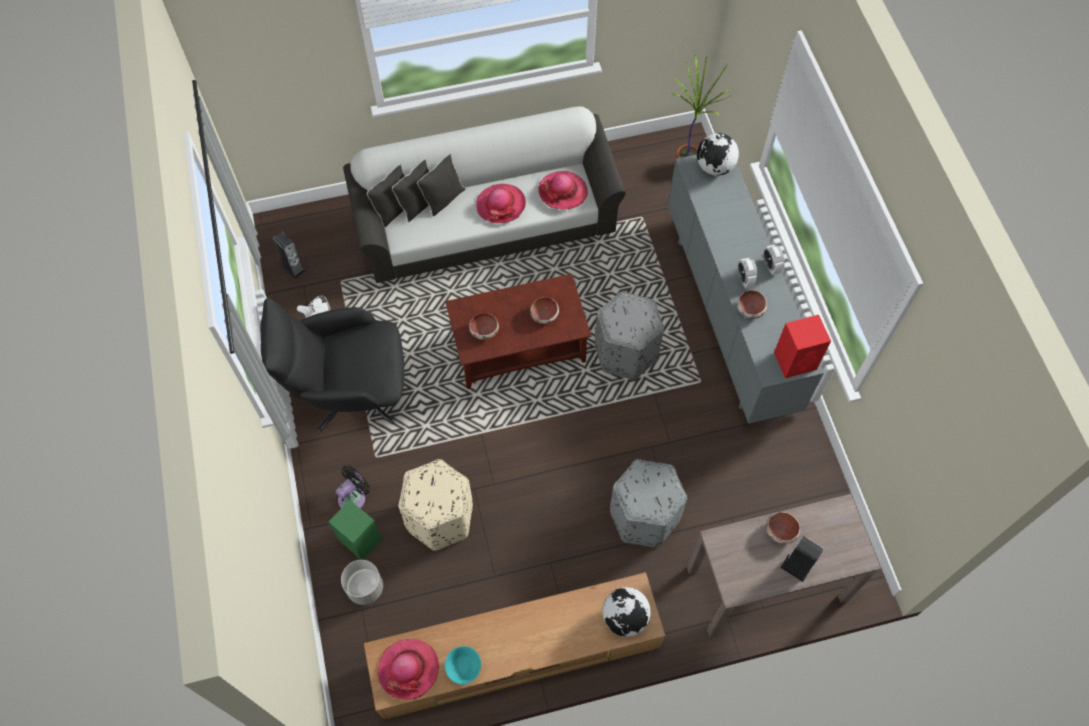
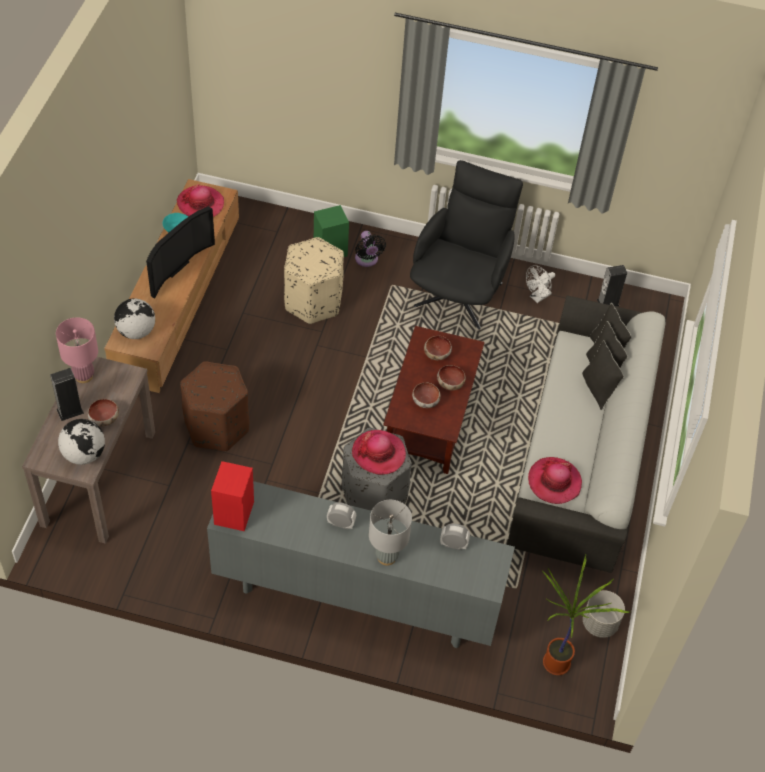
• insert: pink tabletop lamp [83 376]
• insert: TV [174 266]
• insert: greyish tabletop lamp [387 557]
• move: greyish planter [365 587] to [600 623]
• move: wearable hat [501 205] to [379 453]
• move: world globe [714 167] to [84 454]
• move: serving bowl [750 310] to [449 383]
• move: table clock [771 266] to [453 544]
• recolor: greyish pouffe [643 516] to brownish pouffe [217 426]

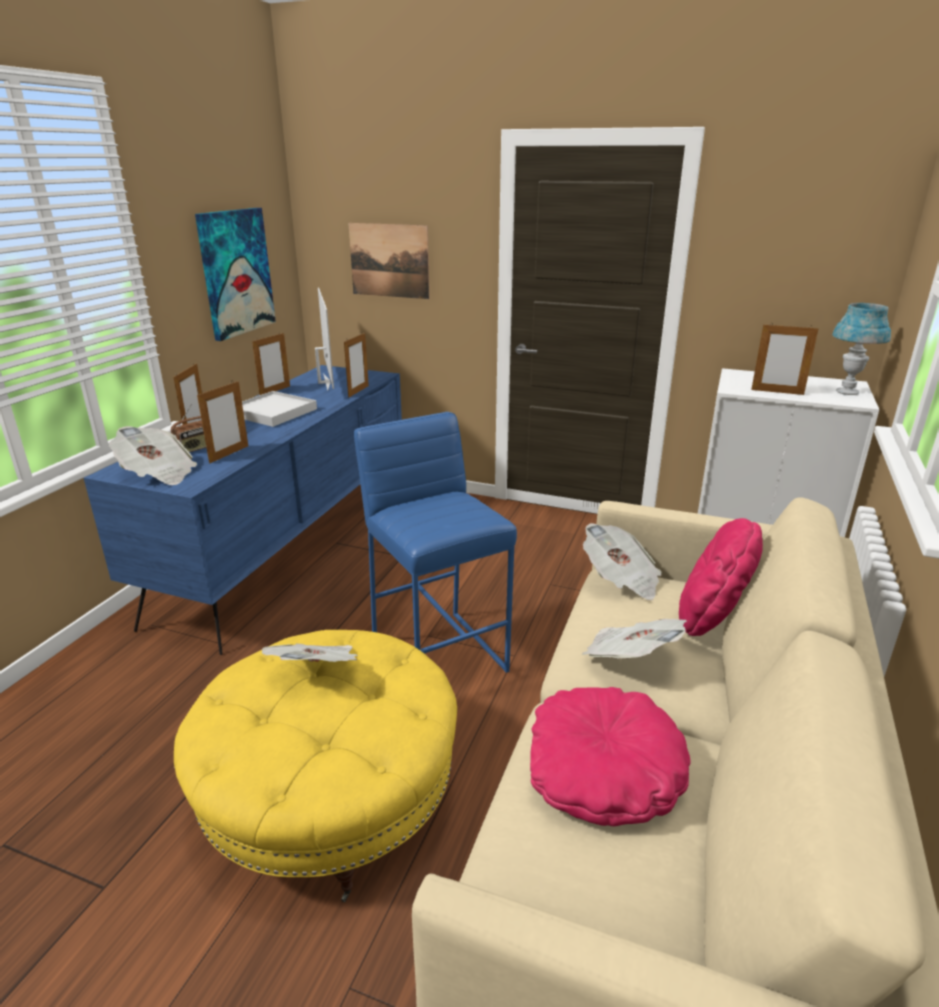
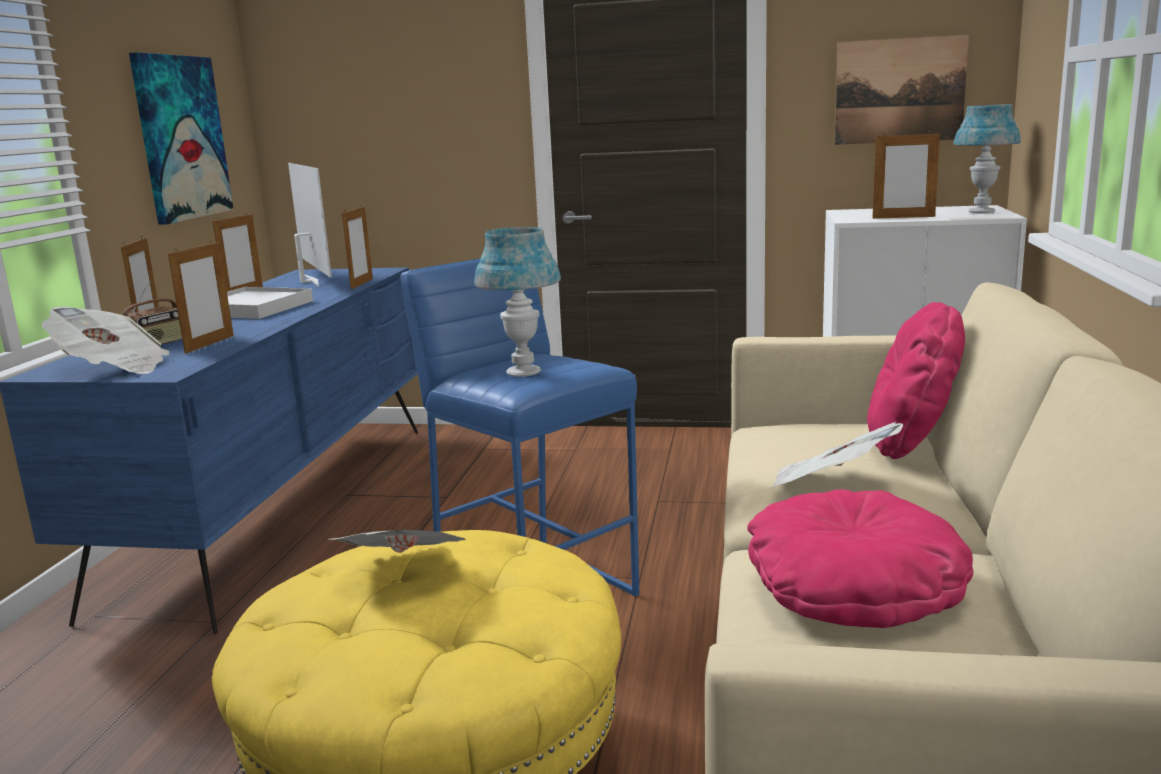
• delete: daily paper [621 580]
• insert: bluish tabletop lamp [523 372]
• move: wall picture [389 260] to [899 91]

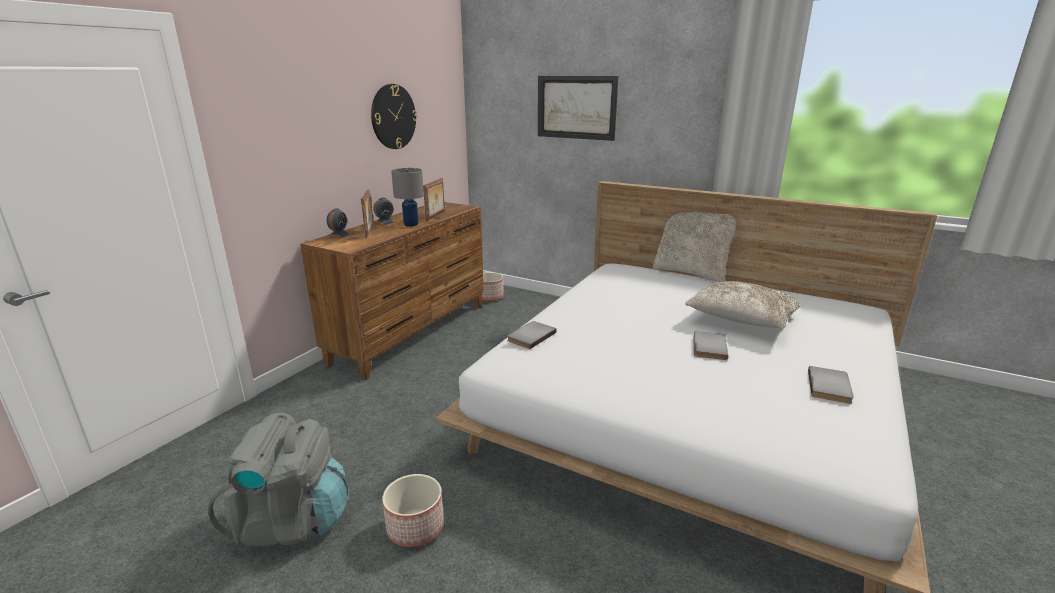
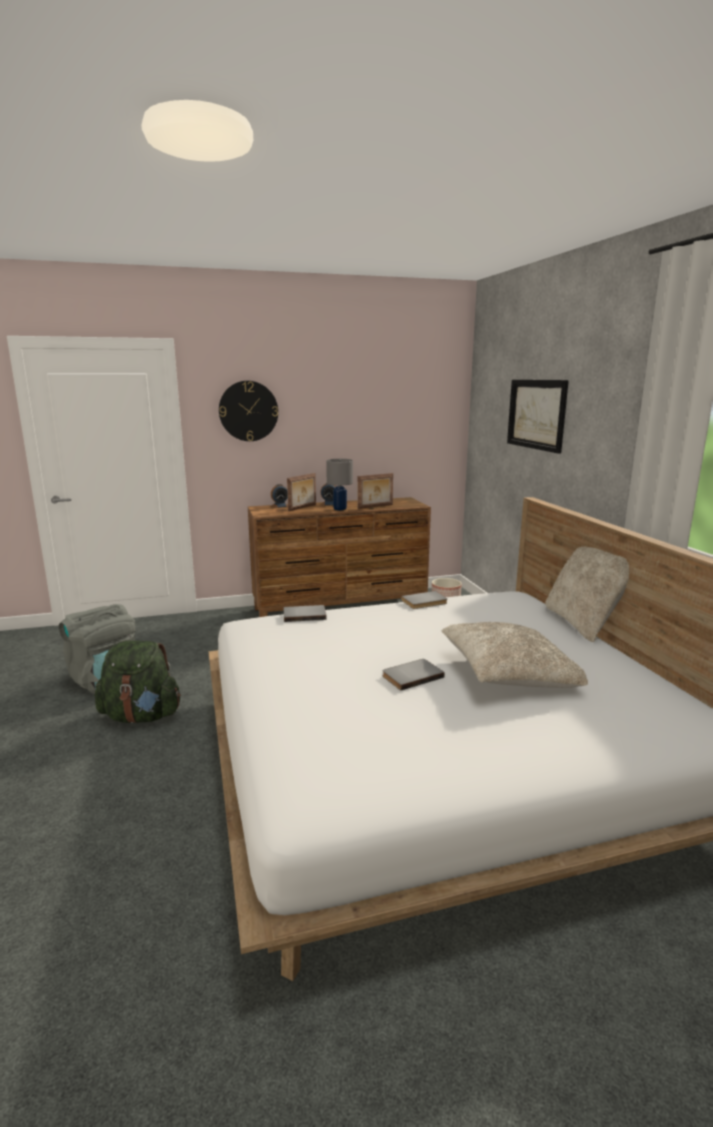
• move: clock on the wall [393 117] to [248 411]
• move: greyish book [831 387] to [425 602]
• replace: planter [415 527] to green knapsack [142 716]

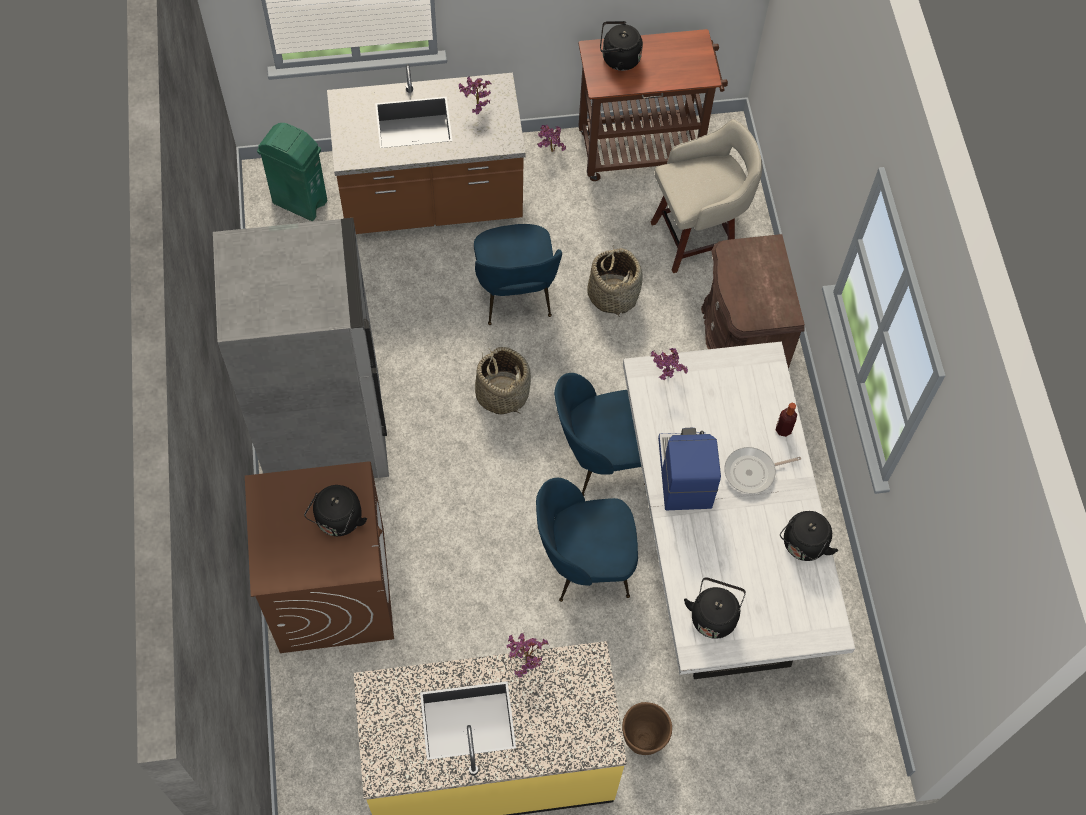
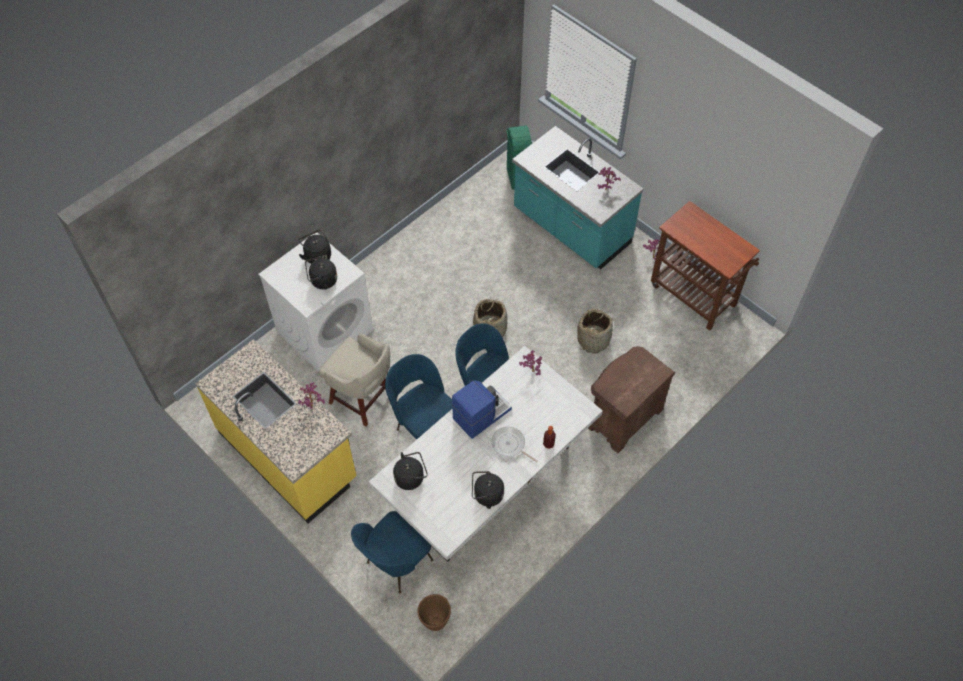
• delete: greyish kitchen fridge [325 433]
• move: bluish chair [515 300] to [395 565]
• move: black kettle [618 59] to [317 255]
• move: brownish planter [643 741] to [435 621]
• move: beige-coloured stool [697 238] to [363 400]
• recolor: brownish washing machine [332 589] to whitish washing machine [325 330]
• recolor: brownish kitchen base unit [431 201] to turquoise-coloured kitchen base unit [571 228]

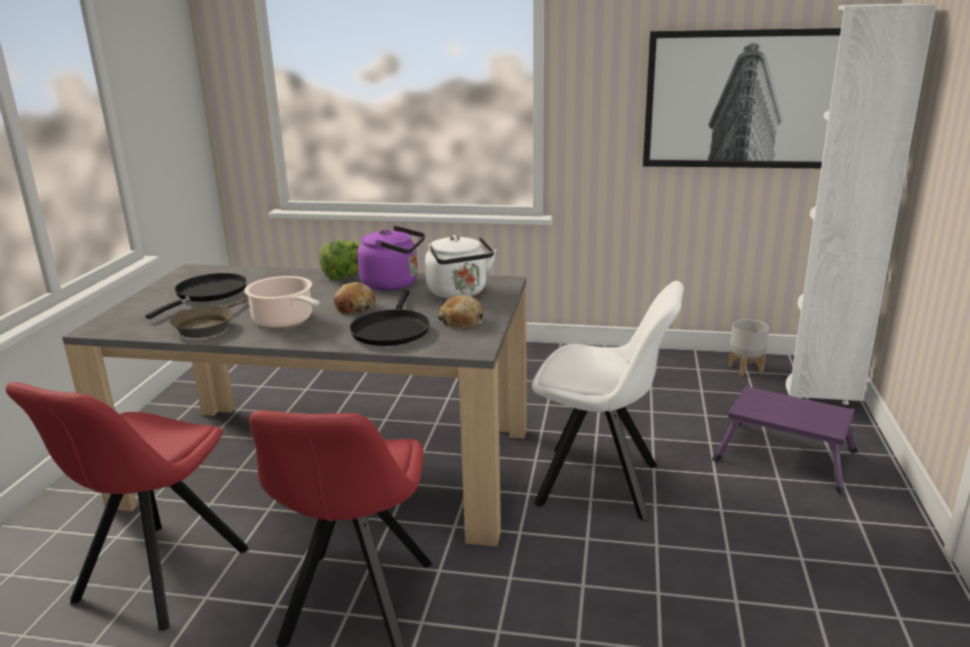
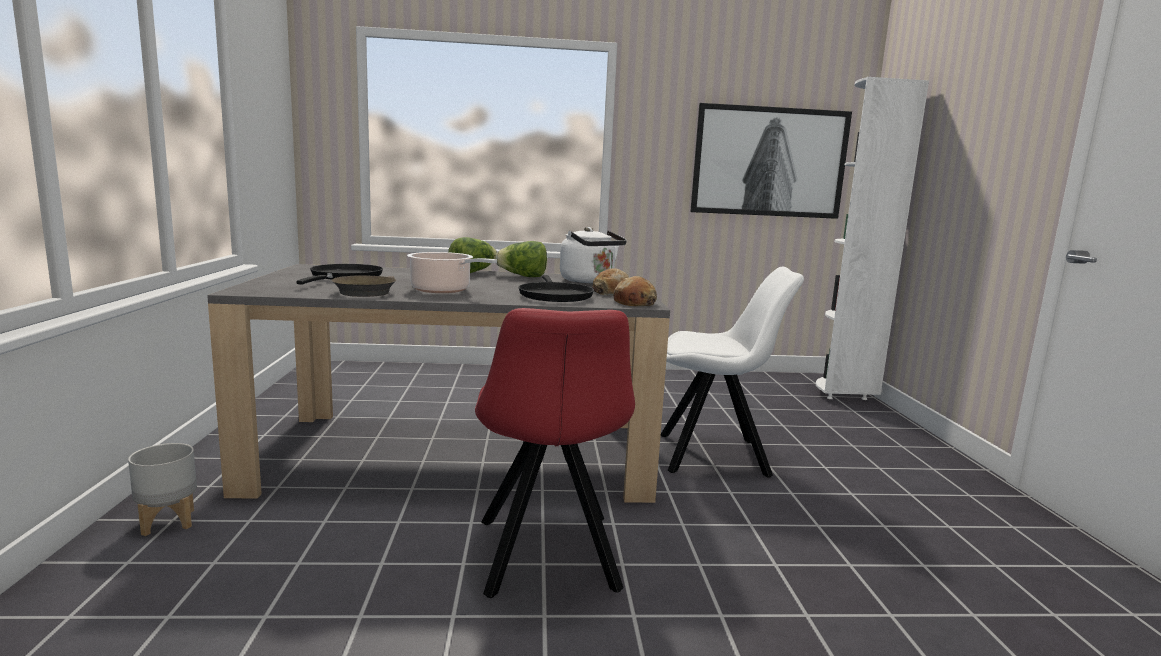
• delete: red chair [160 575]
• delete: purple stepladder [786 456]
• move: bread [354 307] to [635 302]
• move: greyish planter [745 368] to [168 522]
• replace: purple kettle [394 284] to lettuce [523 276]

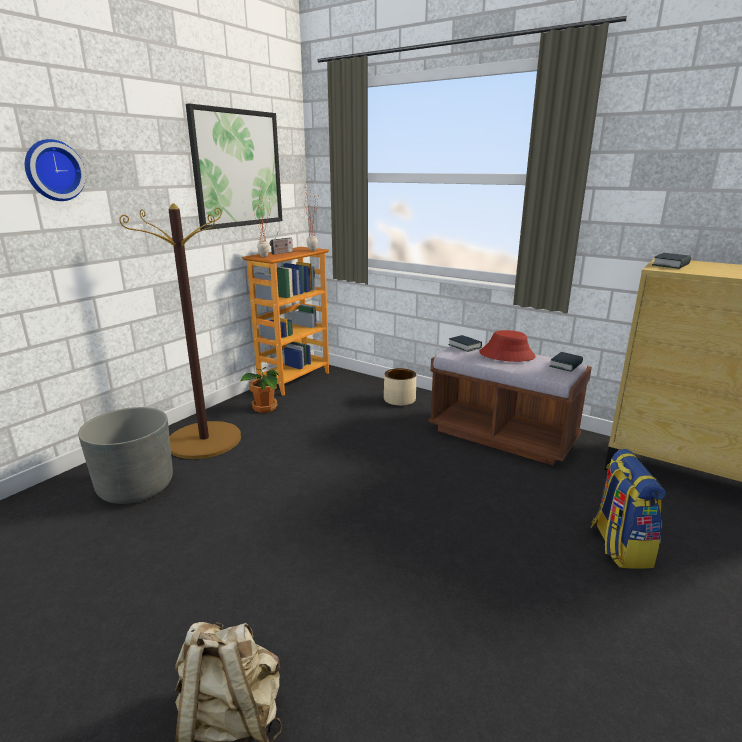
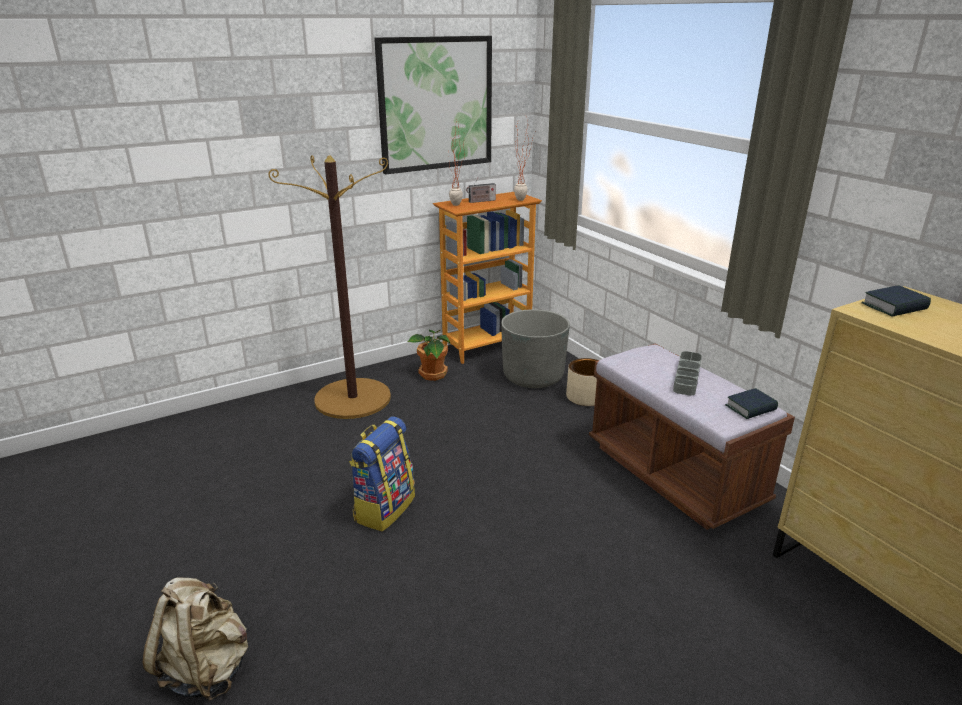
• delete: clock on the wall [53 170]
• delete: book [464 346]
• move: greyish planter [136 487] to [533 376]
• move: knapsack [619 546] to [384 508]
• replace: red wearable hat [507 355] to greyish carrying tray [687 376]

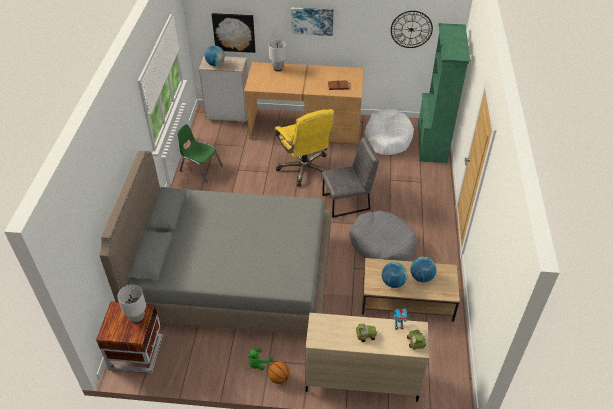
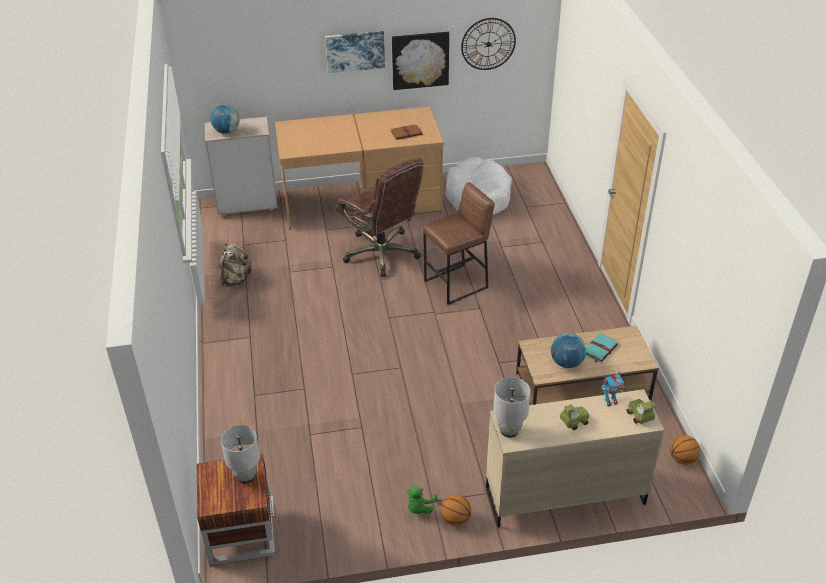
• delete: greyish bedroom bed [233 277]
• delete: greyish dog bed [382 245]
• delete: green bookshelf [432 144]
• insert: basketball ball [682 459]
• move: wall picture [234 32] to [420 60]
• move: whitish tabletop lamp [278 69] to [509 430]
• replace: green chair [200 168] to beige-coloured knapsack [236 279]
• replace: greyish chair [347 202] to brownish stool [457 284]
• replace: world globe [421 277] to turquoise-coloured book [600 349]
• recolor: yellowish desk chair [304 168] to brownish desk chair [381 253]

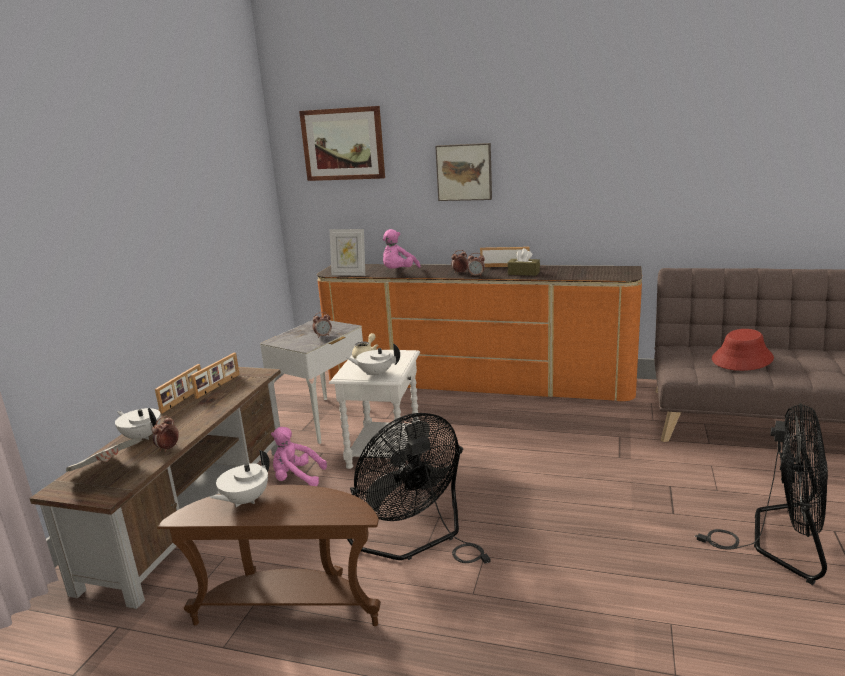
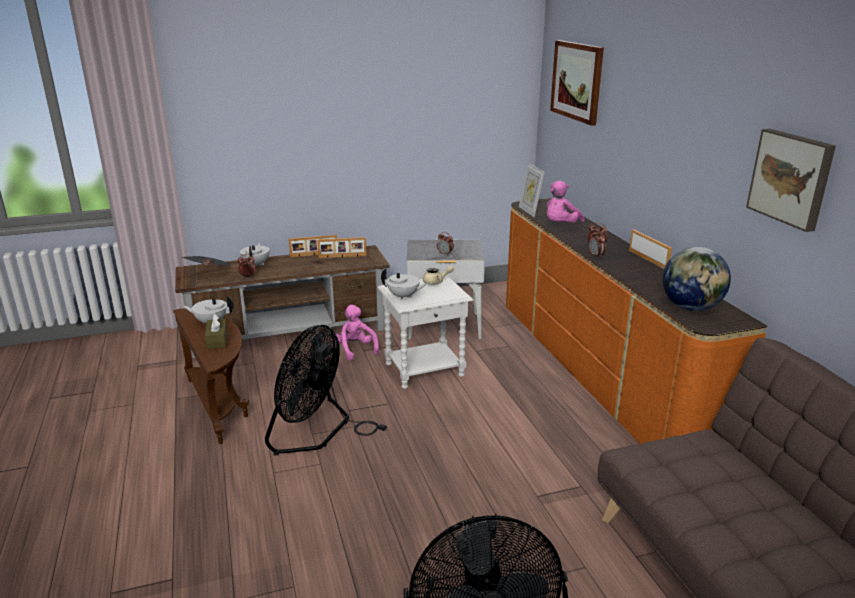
• delete: red wearable hat [742 359]
• insert: world globe [691 307]
• move: wall picture [464 172] to [791 178]
• move: brownish tissue box [523 273] to [217 340]
• rotate: whitish pot for tea [375 374] = [403 296] 135 degrees clockwise
• rotate: black cooling fan [424 537] = [324 428] 90 degrees counterclockwise
• rotate: pink plush toy [398 272] = [560 225] 45 degrees counterclockwise

